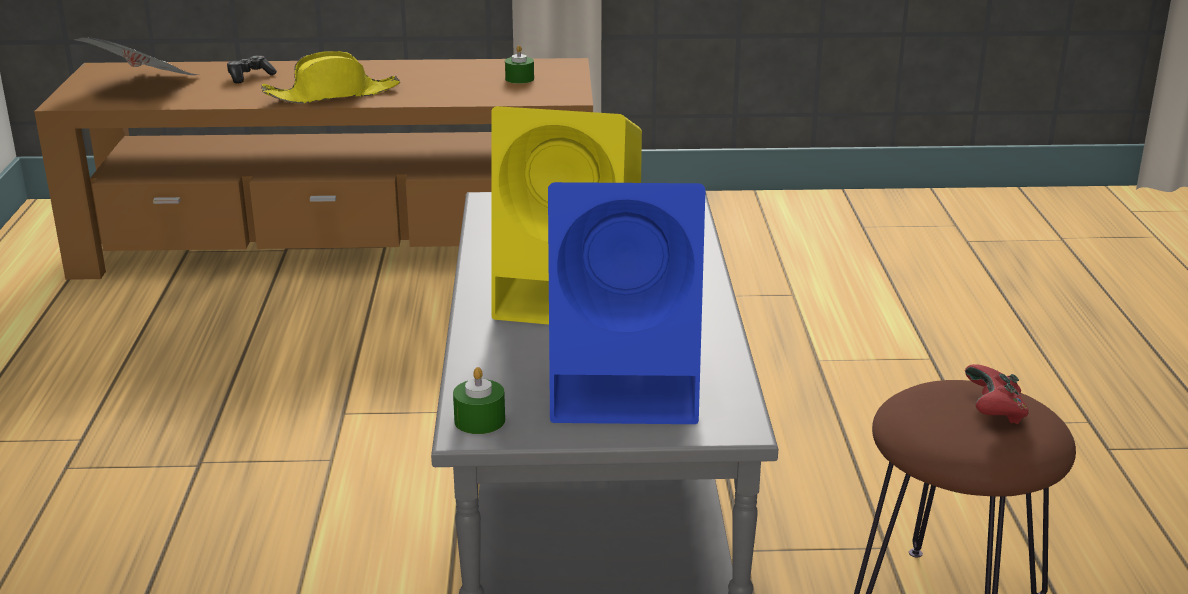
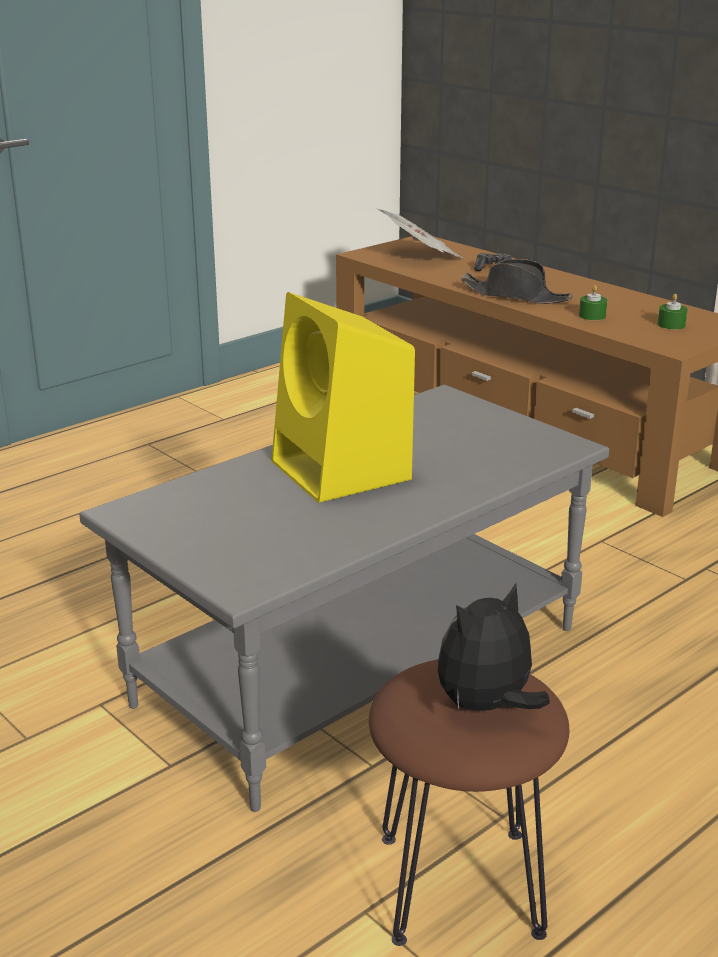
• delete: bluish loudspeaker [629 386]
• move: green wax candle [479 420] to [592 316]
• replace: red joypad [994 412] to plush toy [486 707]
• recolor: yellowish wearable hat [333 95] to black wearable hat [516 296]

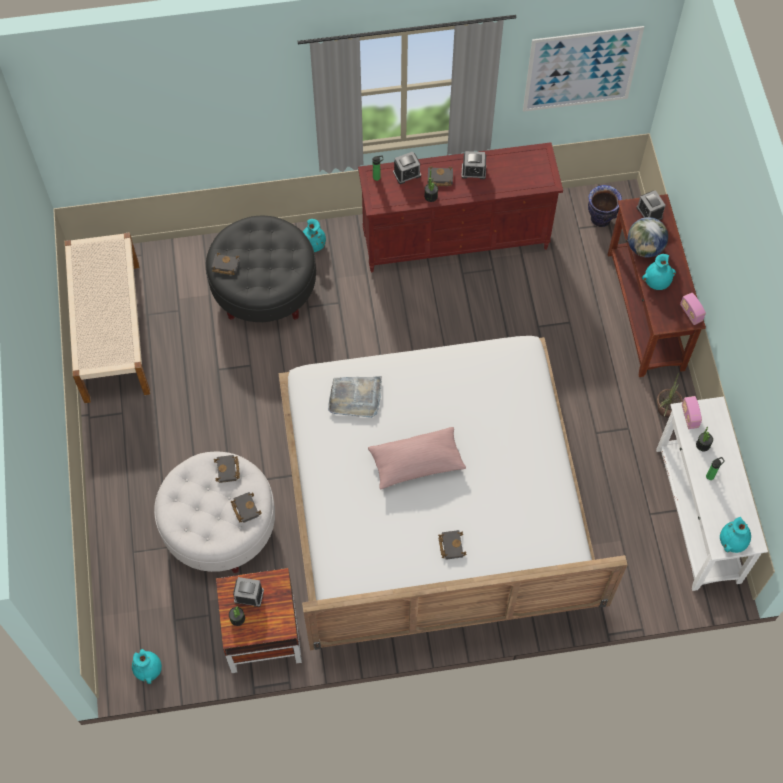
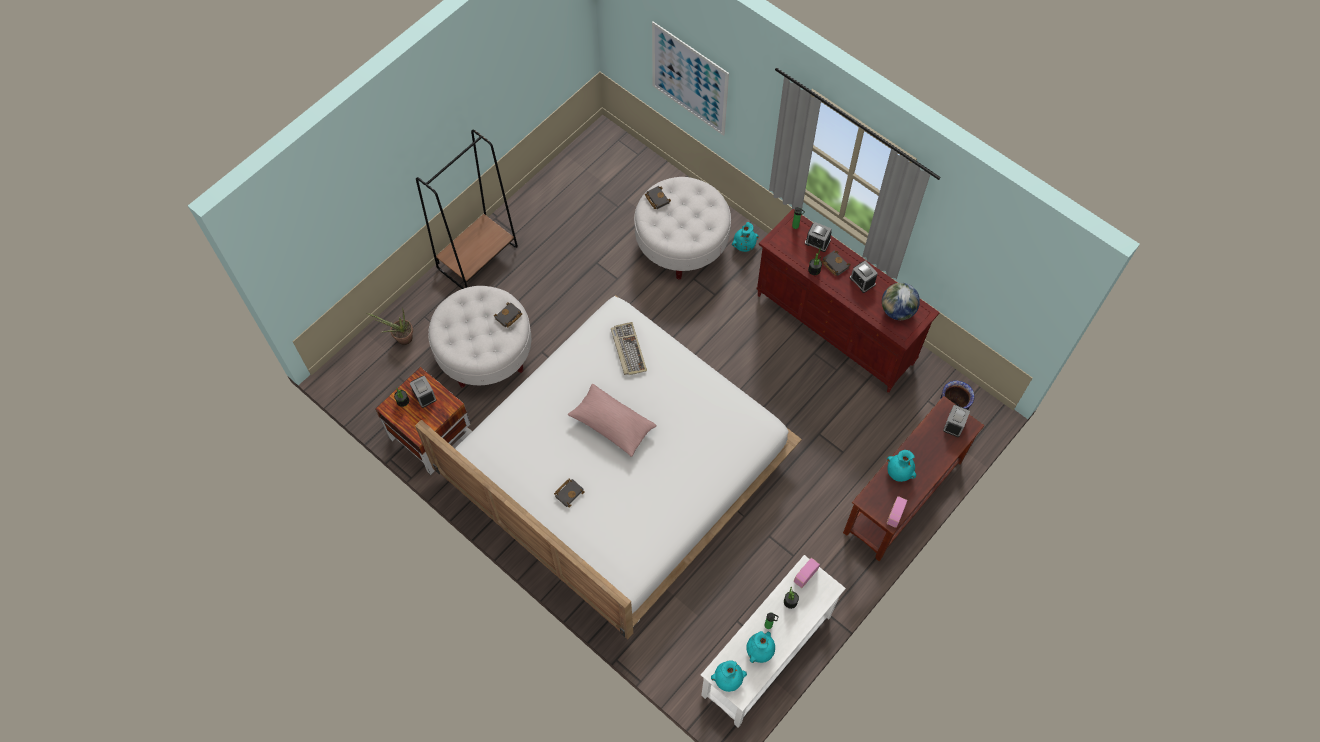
• delete: beige-coloured bench [111 331]
• delete: black book [245 508]
• insert: clothes rack [477 258]
• move: turquoise-coloured flower vase [149 669] to [760 651]
• move: wall picture [581 69] to [689 79]
• move: world globe [644 248] to [897 311]
• move: plant in a pot [664 412] to [401 338]
• replace: greyish carrying tray [355 397] to keyboard [628 349]
• recolor: black pouffe [264 289] to whitish pouffe [682 242]

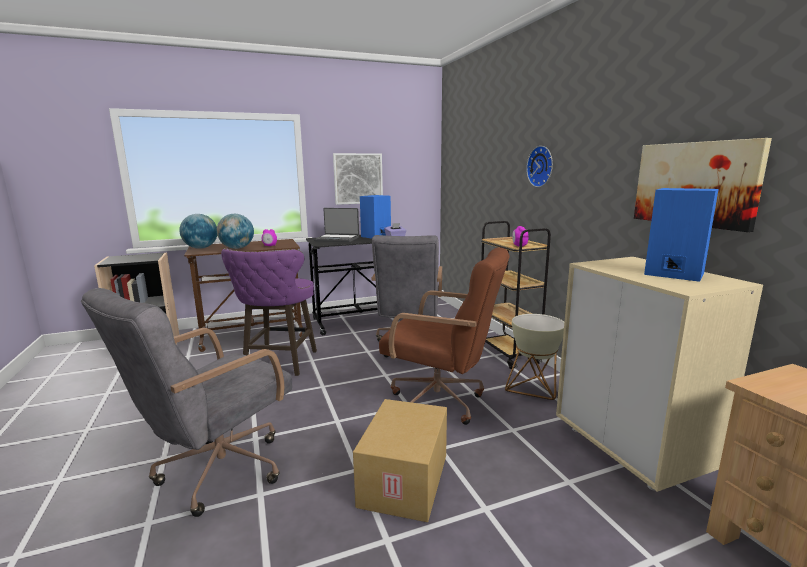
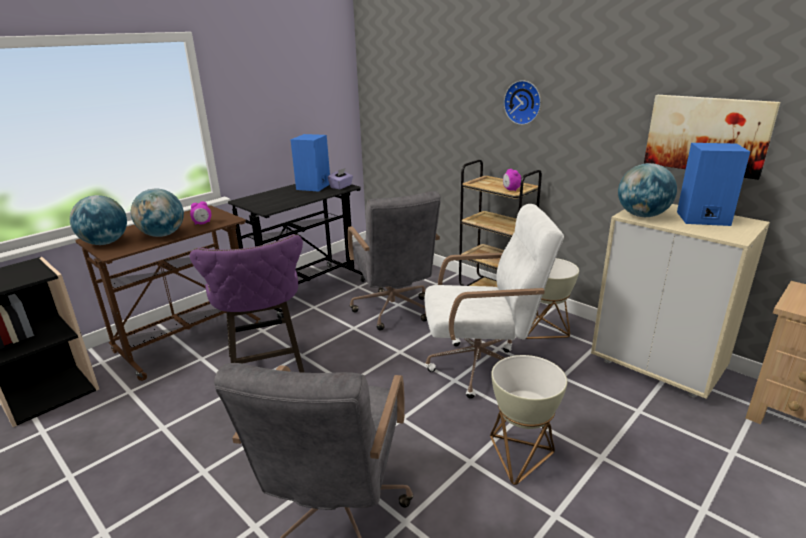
• delete: notebook computer [337 239]
• delete: wall picture [358 178]
• insert: world globe [642 215]
• replace: cardboard box [405 481] to planter [521 456]
• recolor: brownish desk chair [442 403] to whitish desk chair [482 368]

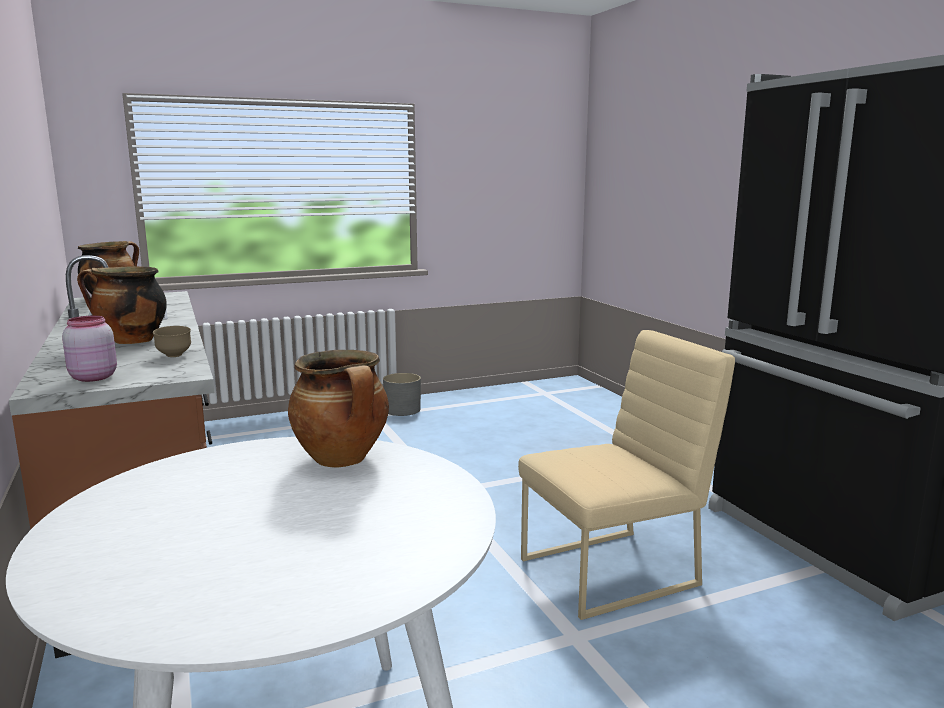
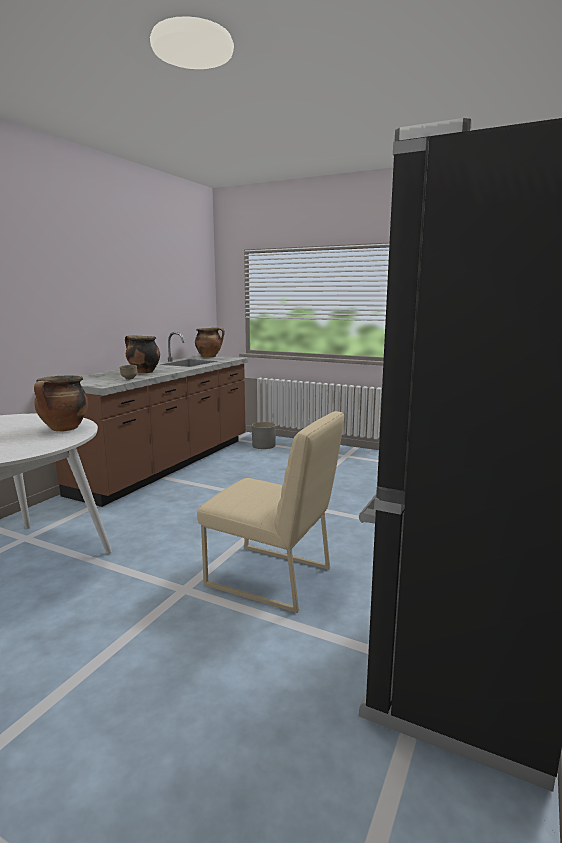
• delete: pink preserve jar [92 377]
• move: greyish planter [402 410] to [263 445]

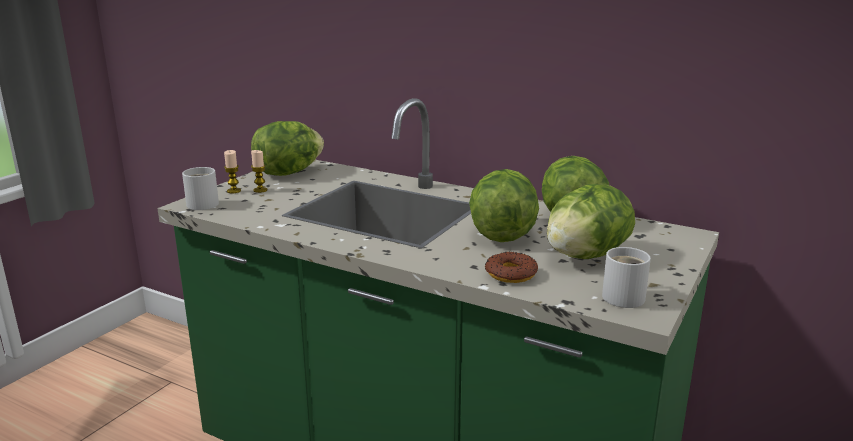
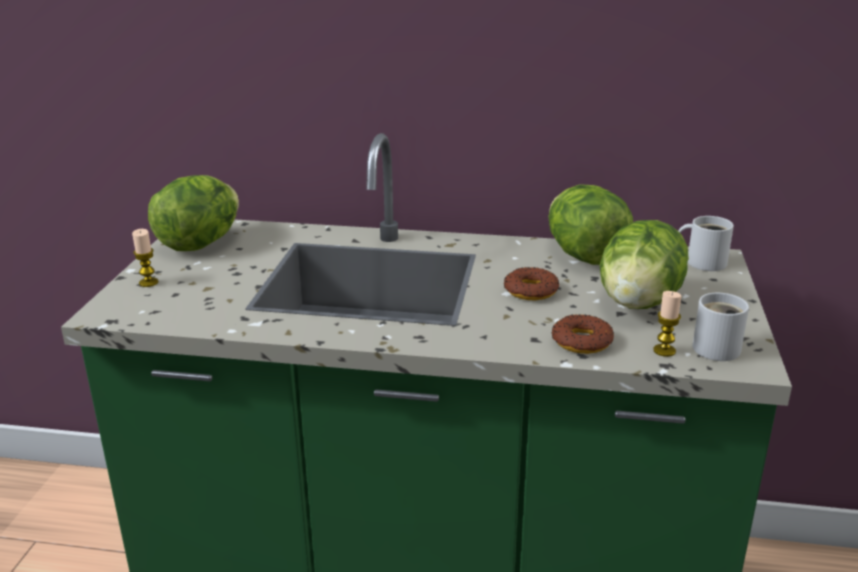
• move: whitish tea mug [202 203] to [702 261]
• move: wax candle [260 190] to [664 351]
• replace: lettuce [502 234] to doughnut [530 290]

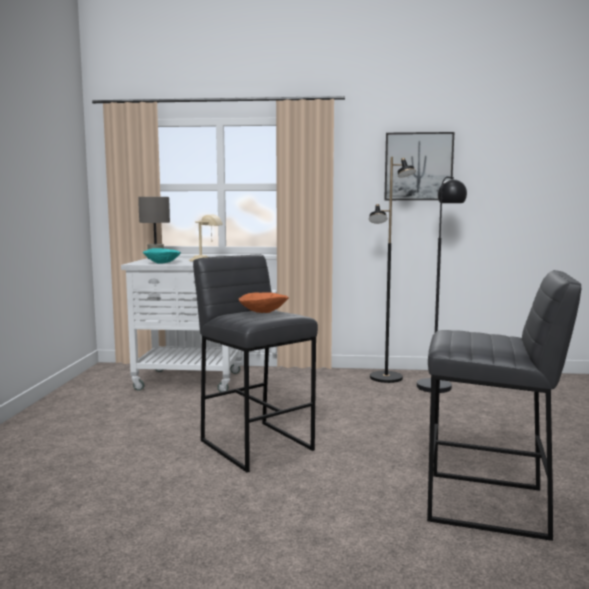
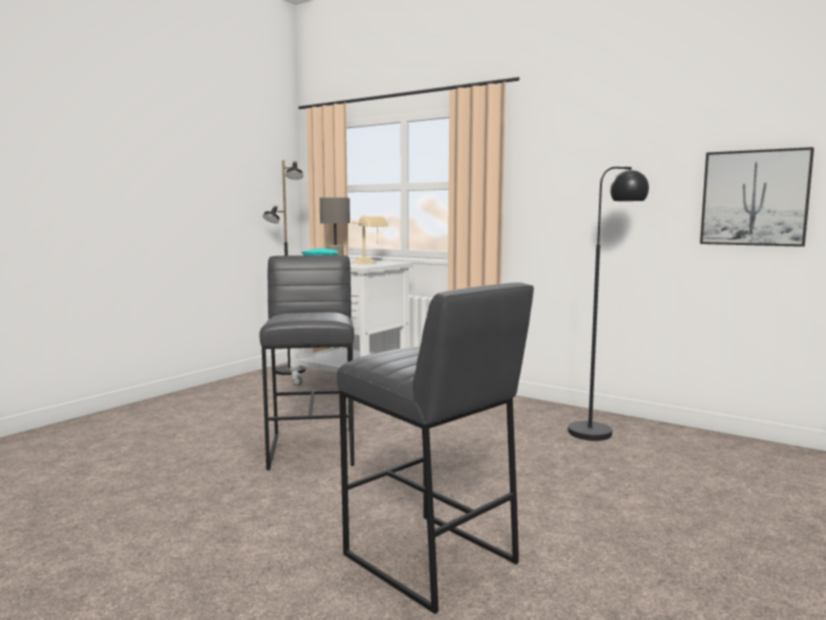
• delete: orange serving bowl [263 312]
• move: black standing lamp [386 378] to [289 371]
• move: wall picture [418 166] to [754 198]

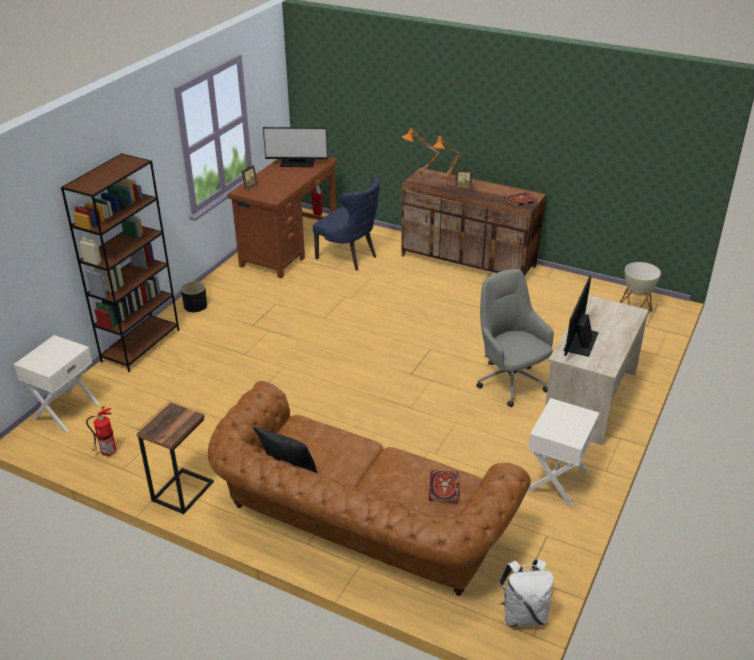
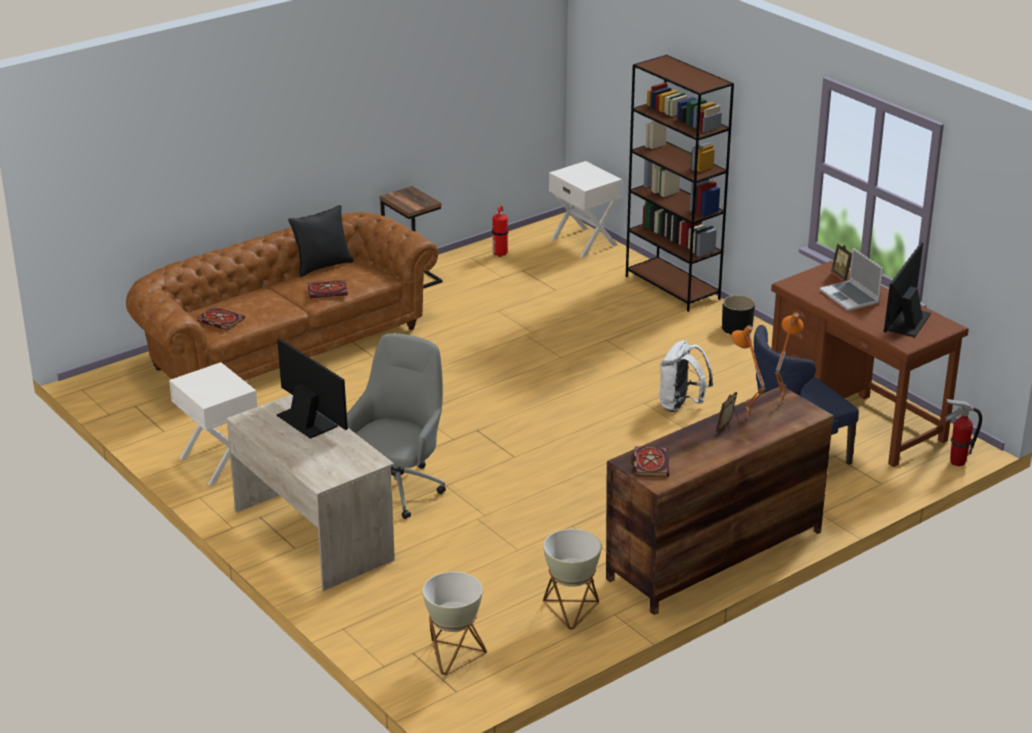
• insert: book [328 290]
• insert: planter [570 612]
• insert: notebook computer [850 297]
• move: whitish knapsack [523 615] to [681 405]
• rotate: greyish desk chair [510 383] = [398 490] 60 degrees counterclockwise

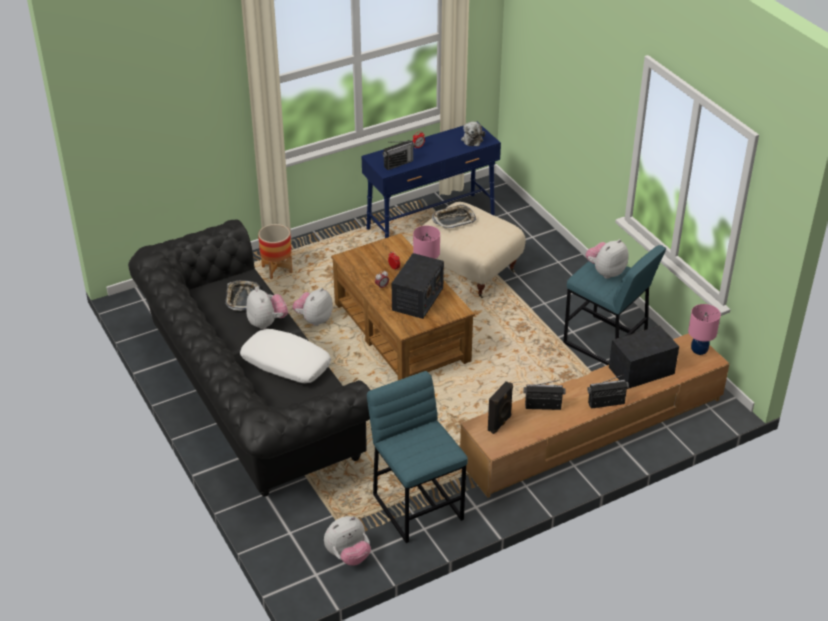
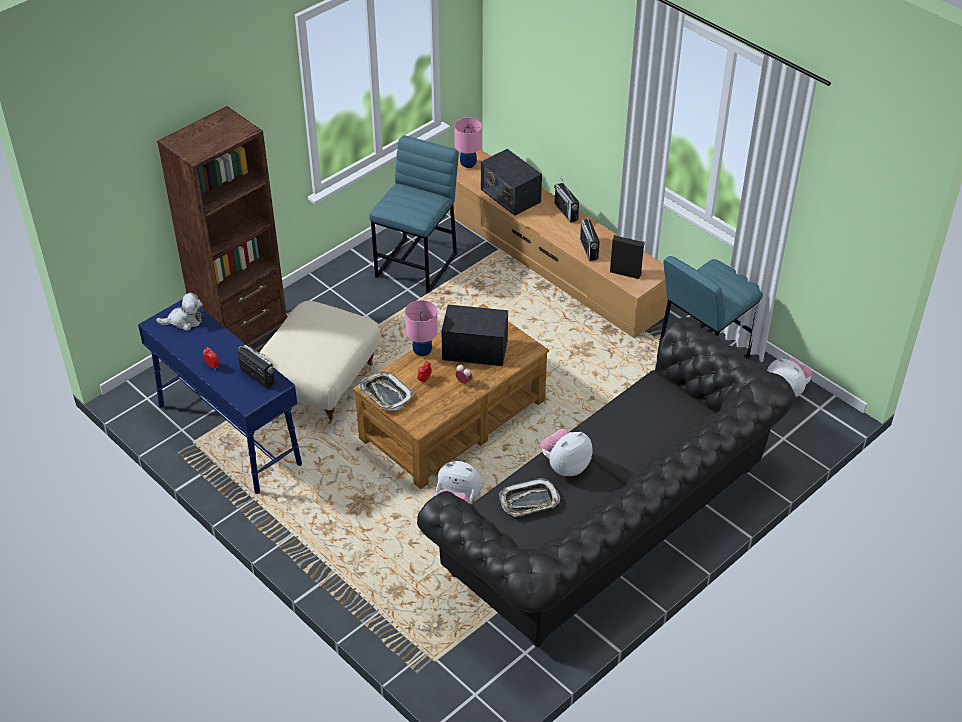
• delete: whitish cushion [285 364]
• delete: planter [277 269]
• delete: plush toy [605 272]
• insert: brownish bookshelf [242 337]
• move: carrying tray [454 219] to [385 394]

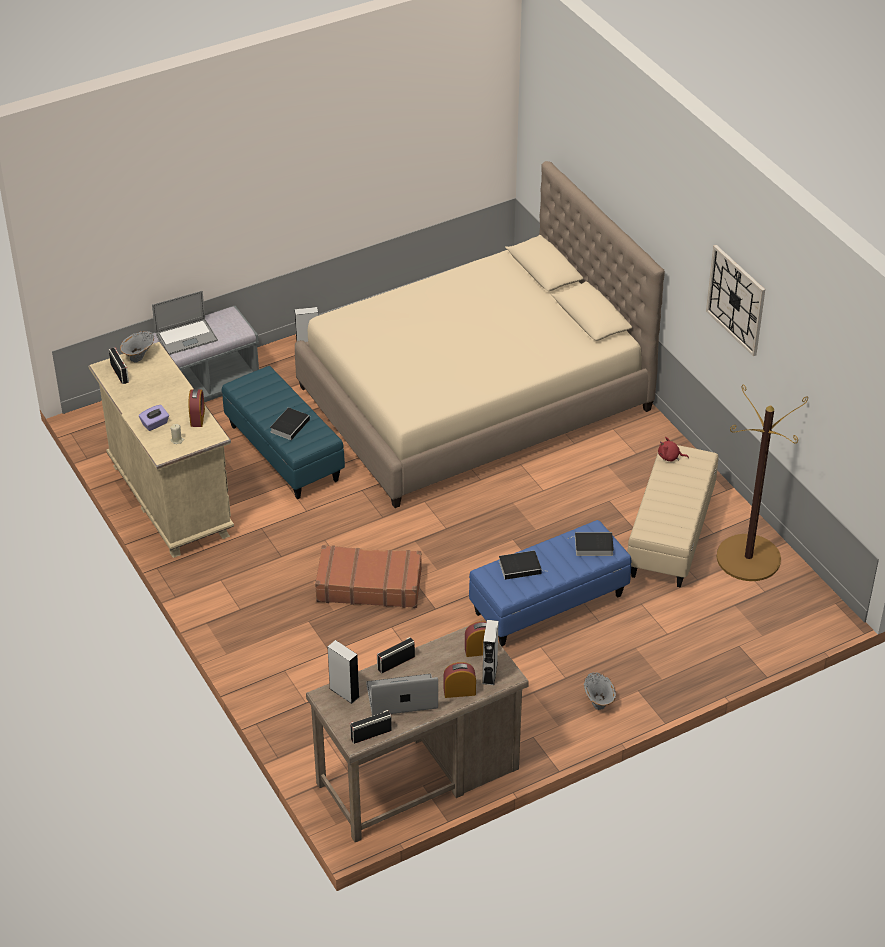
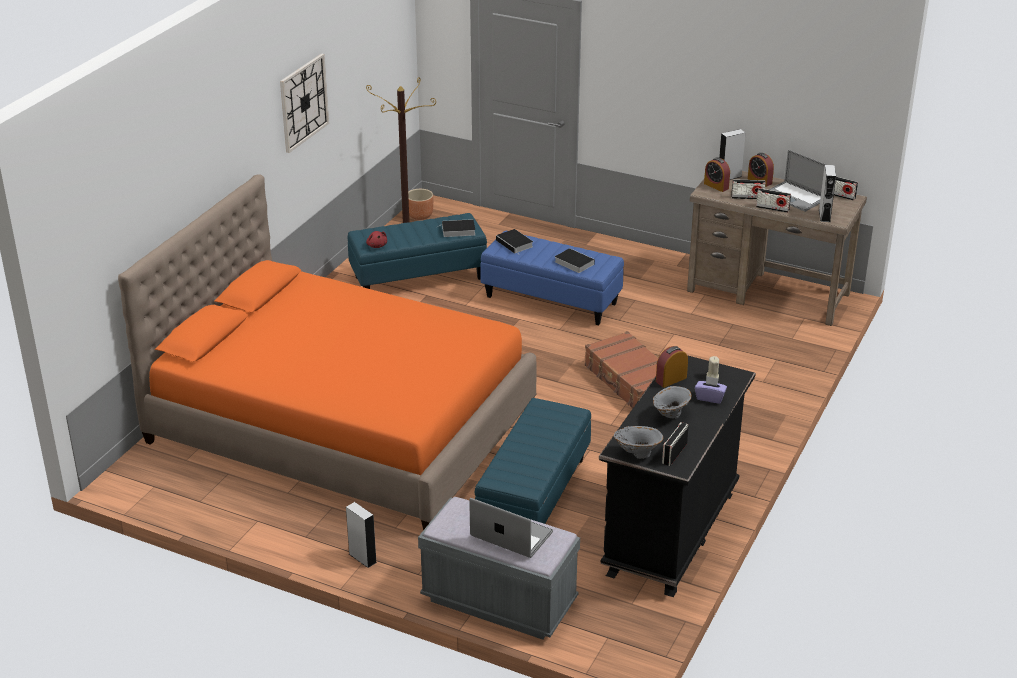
• insert: brownish planter [420 216]
• insert: radio set [747 197]
• move: book [290 425] to [457 230]
• move: greyish flower vase [598 701] to [670 416]
• recolor: beige-coloured dresser [170 500] to black dresser [671 533]
• recolor: beige-coloured bedroom bed [475 398] to orange bedroom bed [341 424]
• recolor: beige-coloured pouffe [671 536] to bluish pouffe [418 278]

